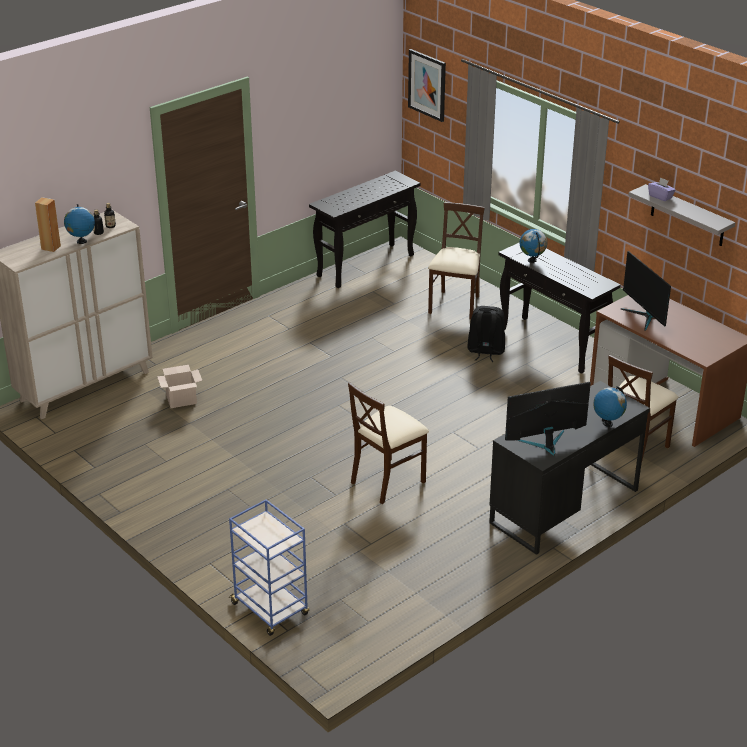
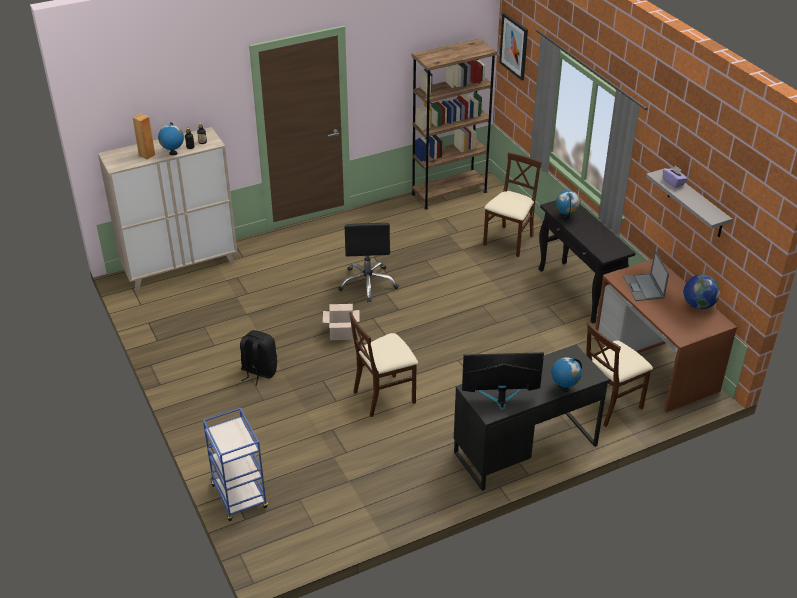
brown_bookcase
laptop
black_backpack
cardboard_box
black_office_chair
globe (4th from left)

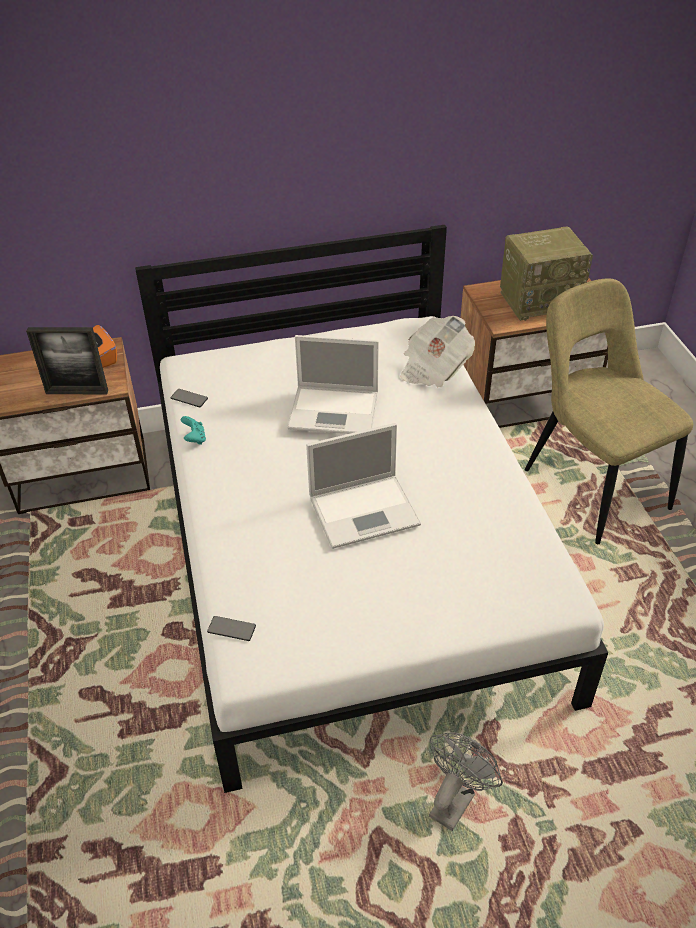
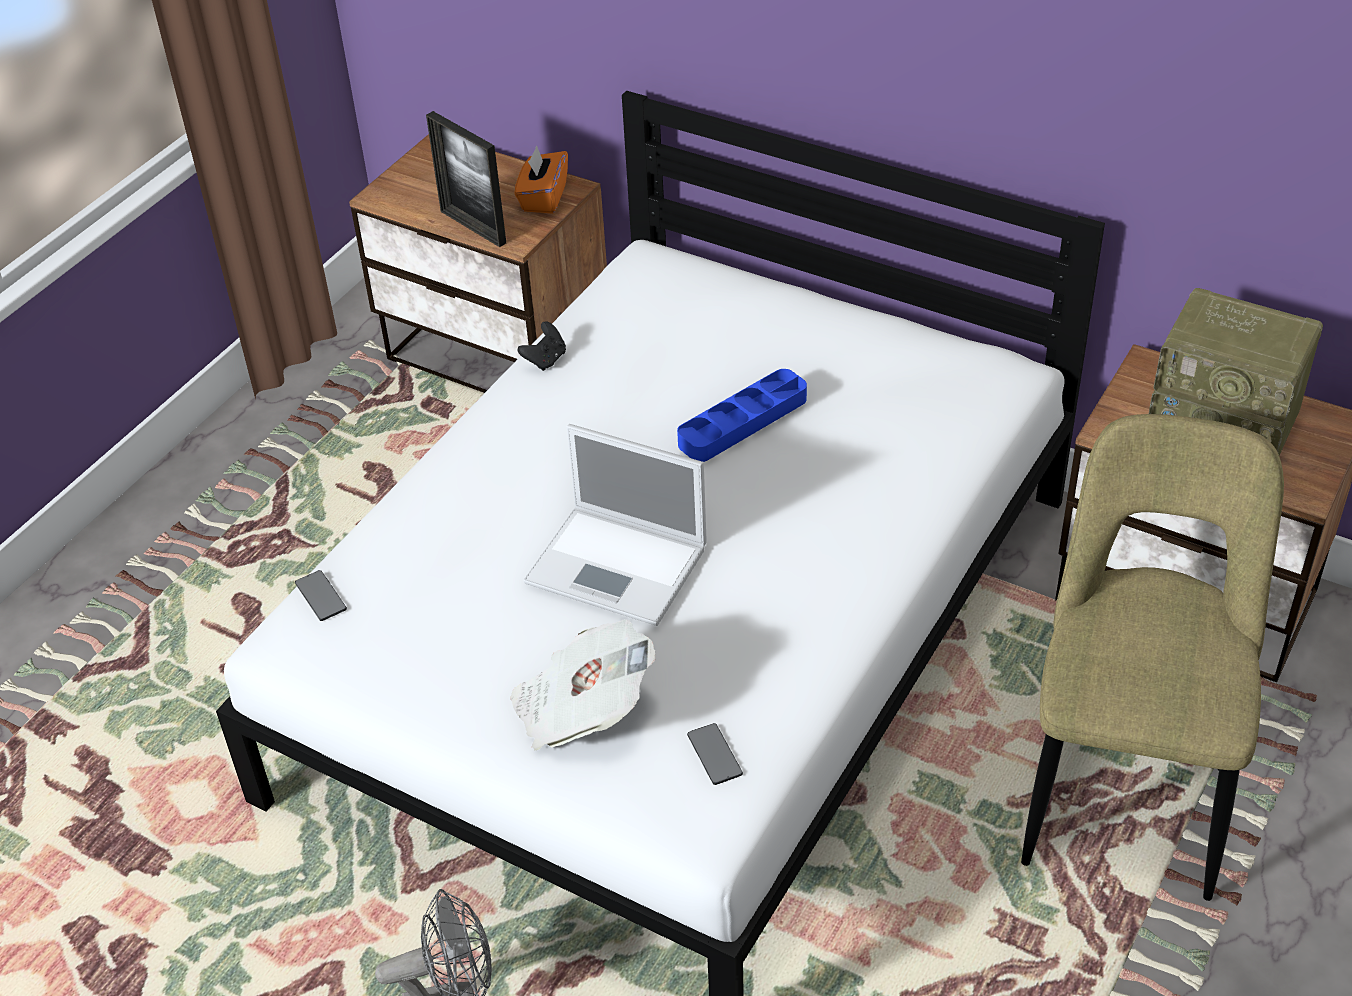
newspaper
blue_tray
phone (2nd from left)
black_game_controller

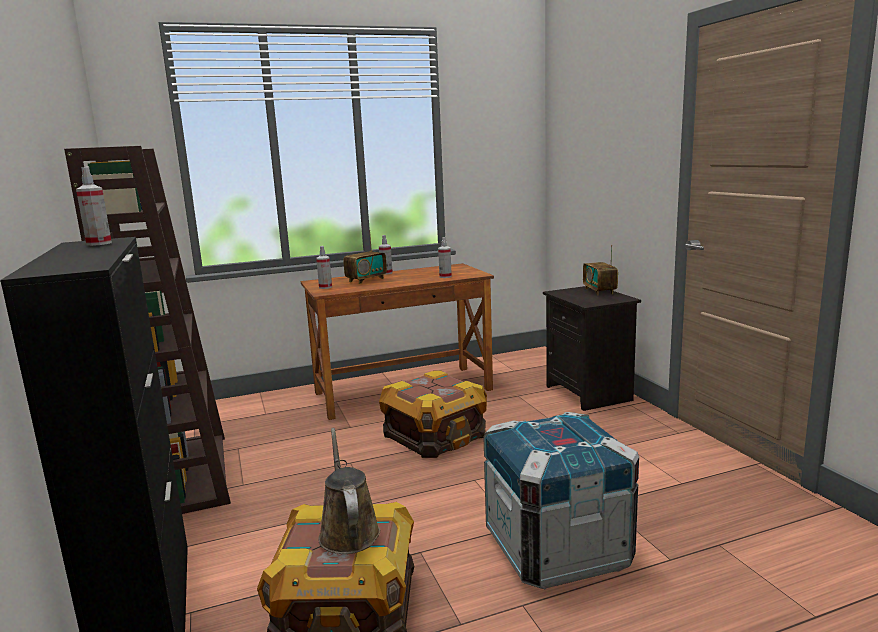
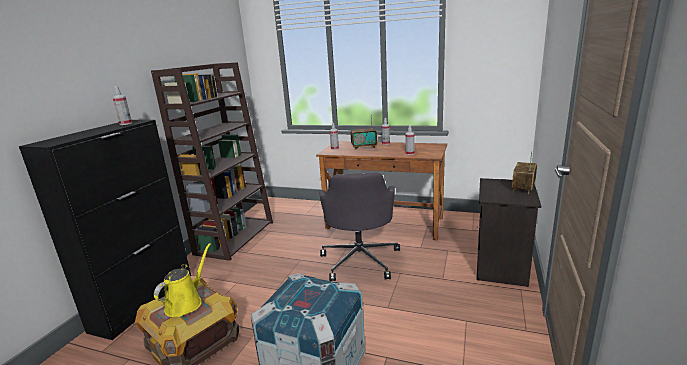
grey_office_chair
yellow_watering_can

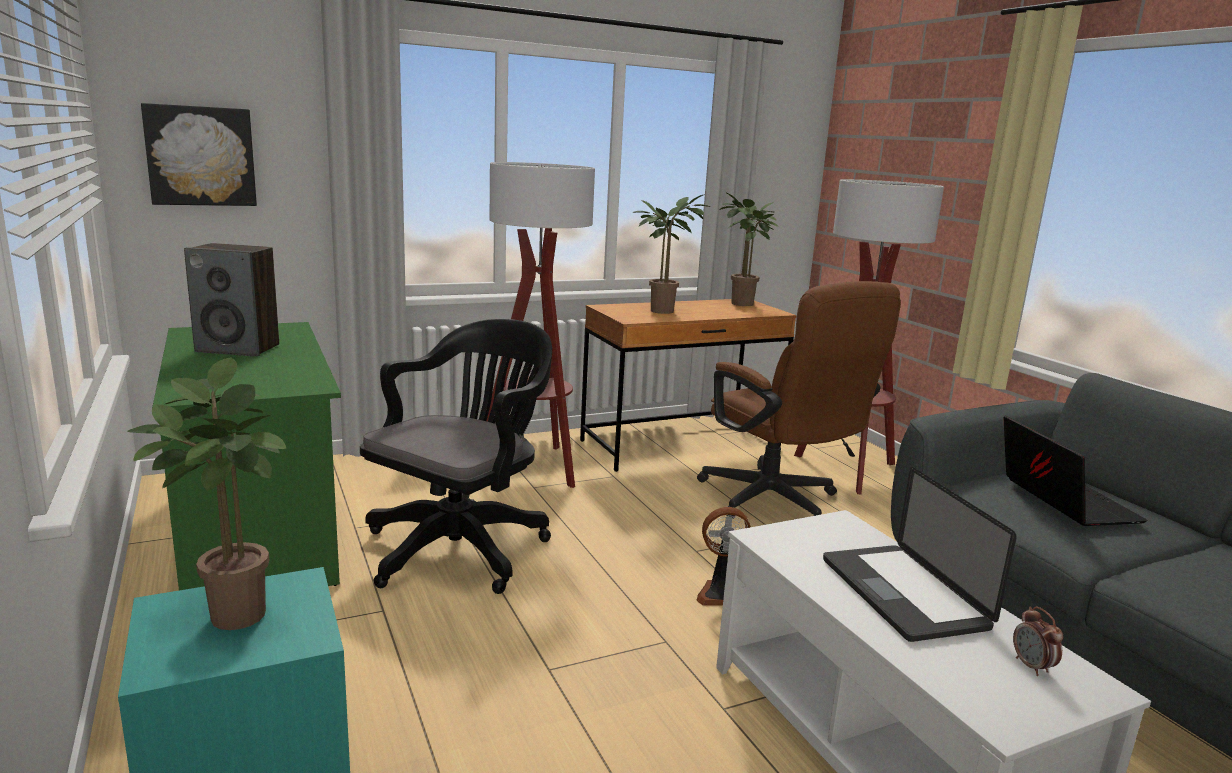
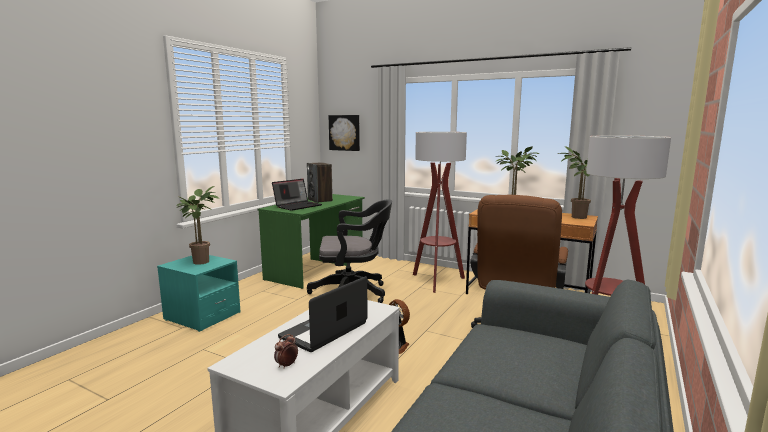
laptop (1st from left)

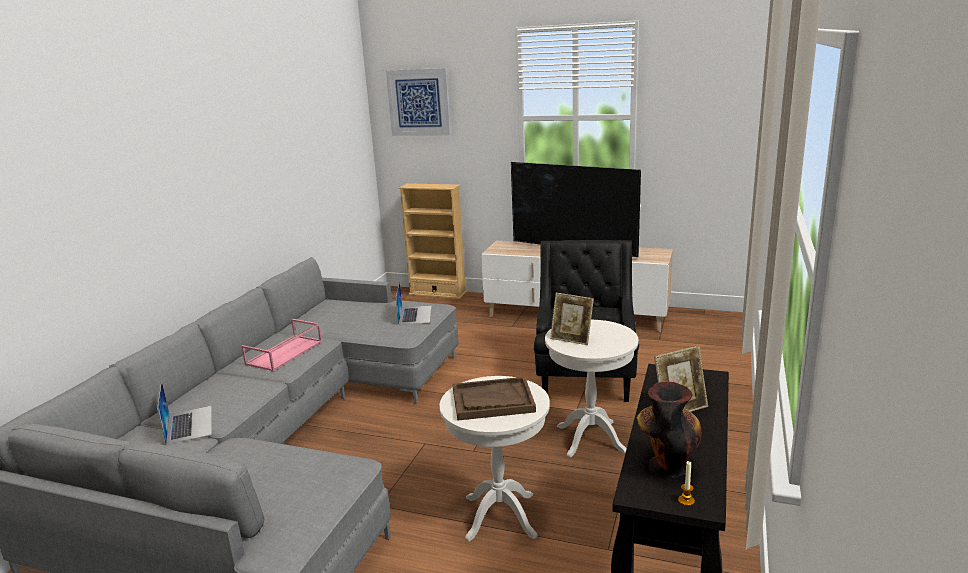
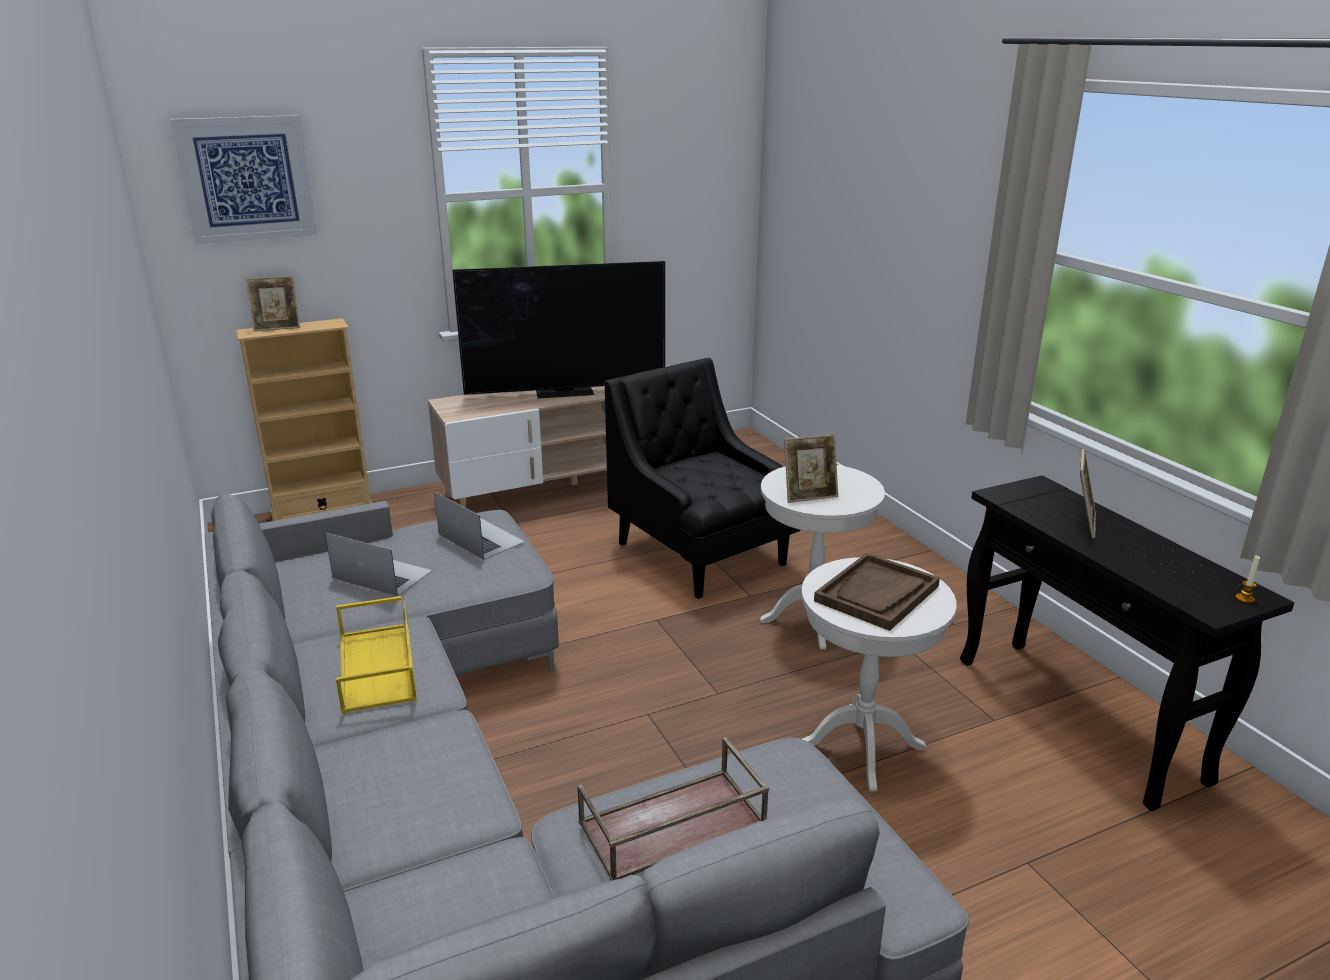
yellow_tray
laptop (1st from left)
vase
picture_frame (1st from left)
brown_tray (1st from left)

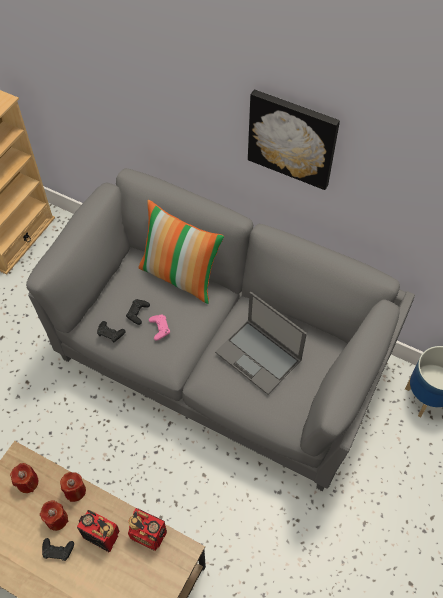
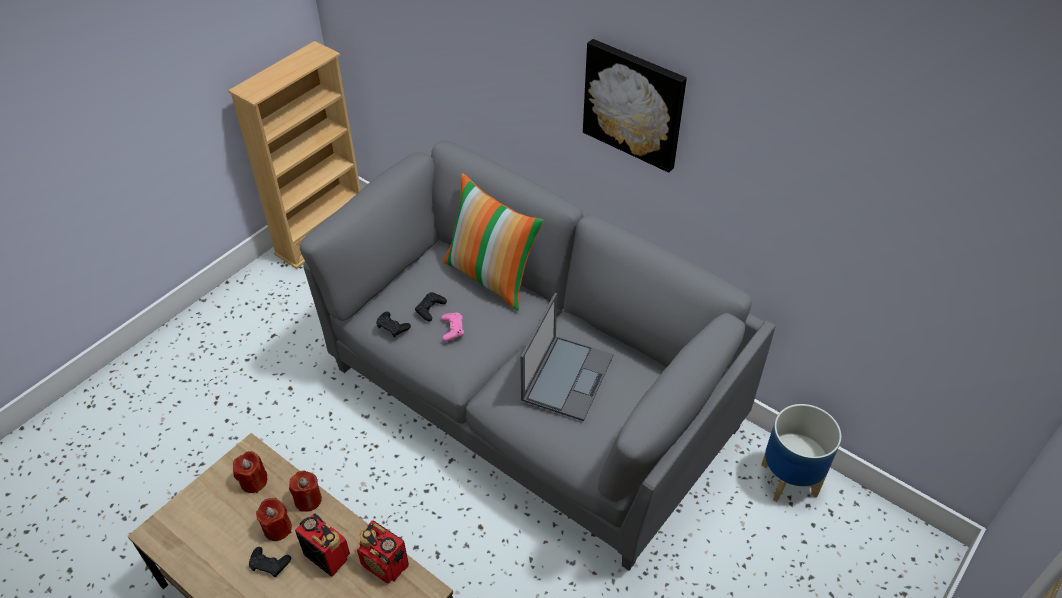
laptop

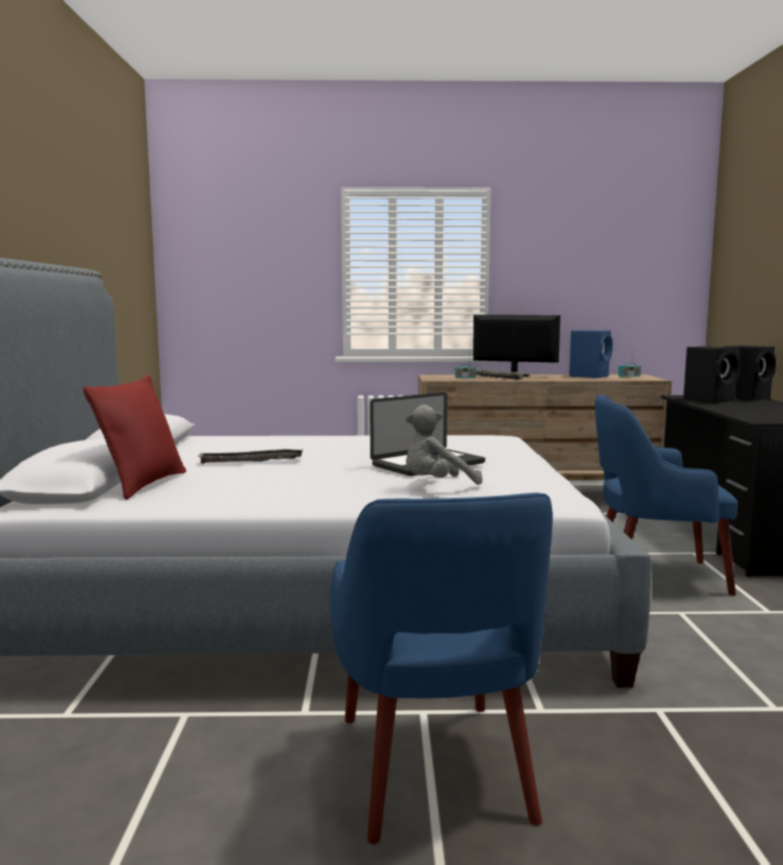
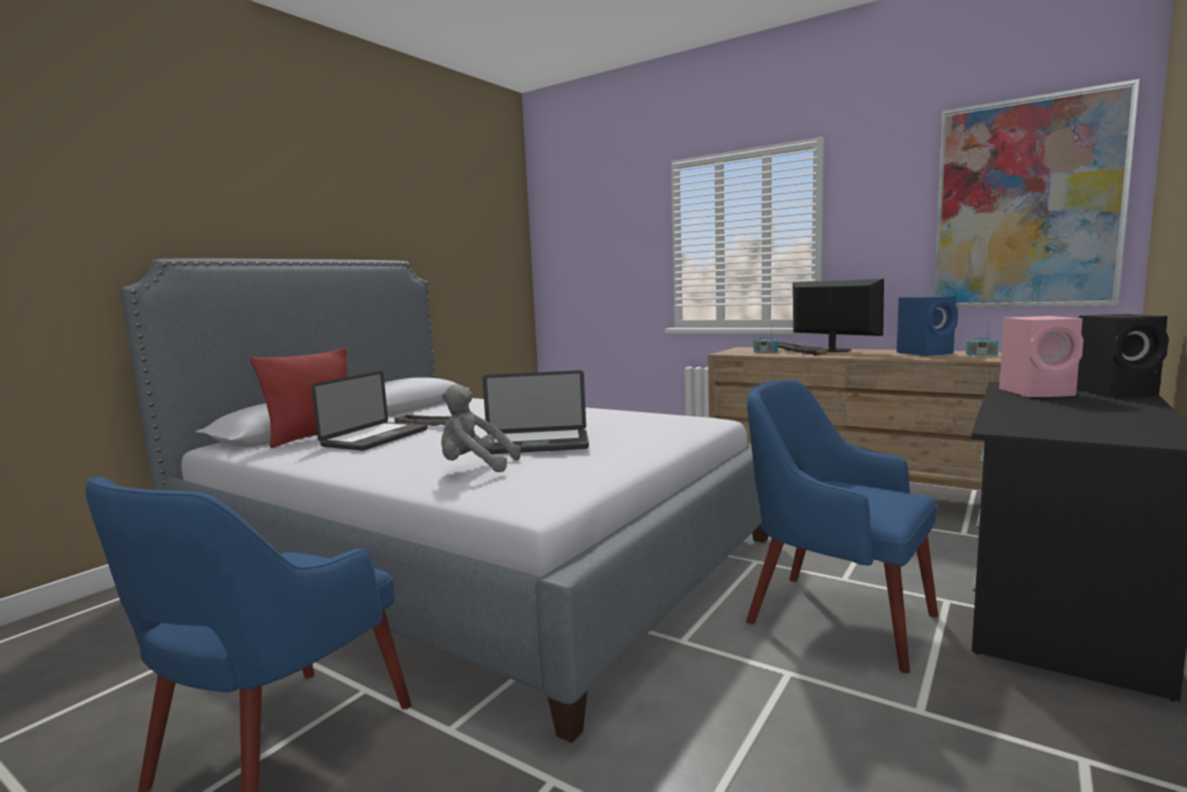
pink_speaker
picture
laptop (1st from left)

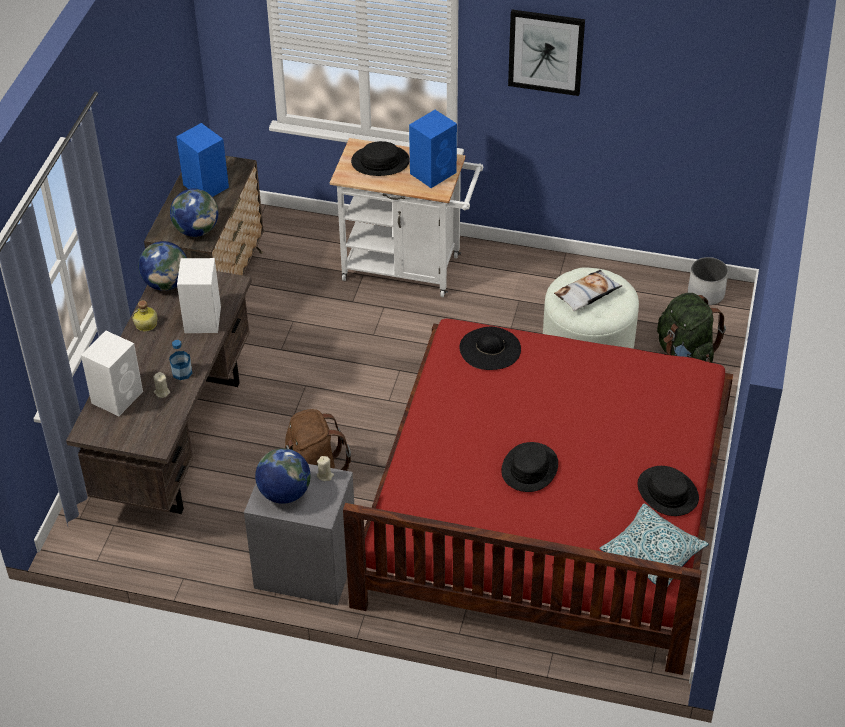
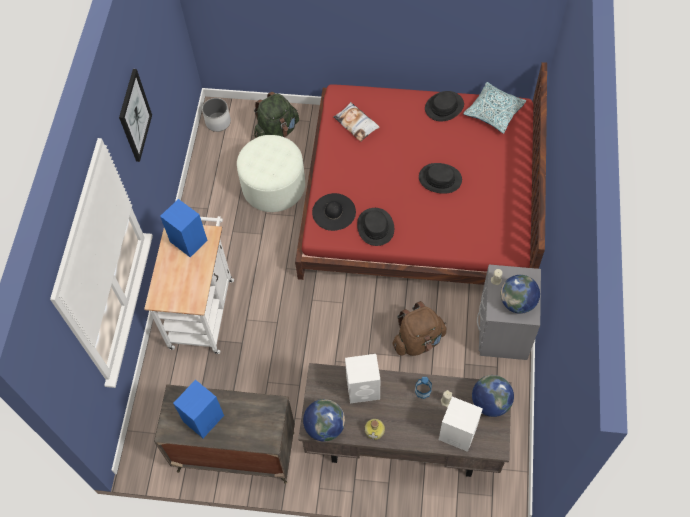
black_hat (2nd from left)
globe (2nd from left)
pillow (1st from left)

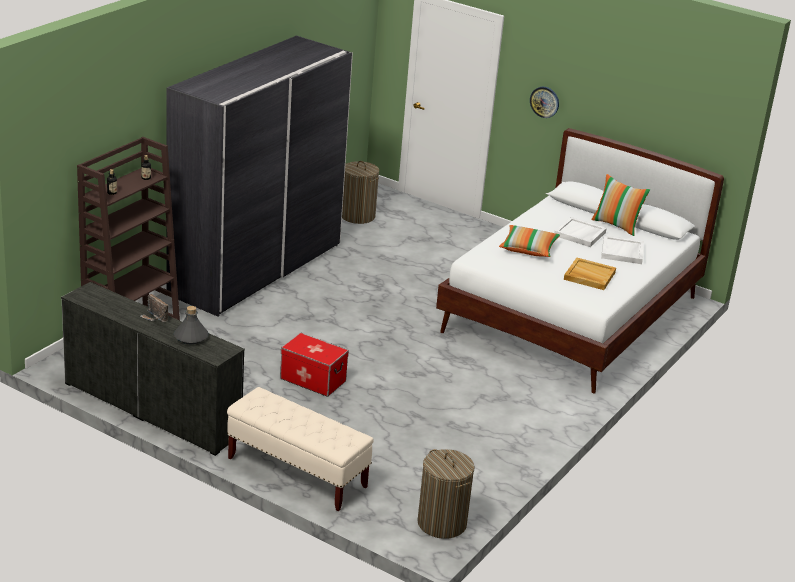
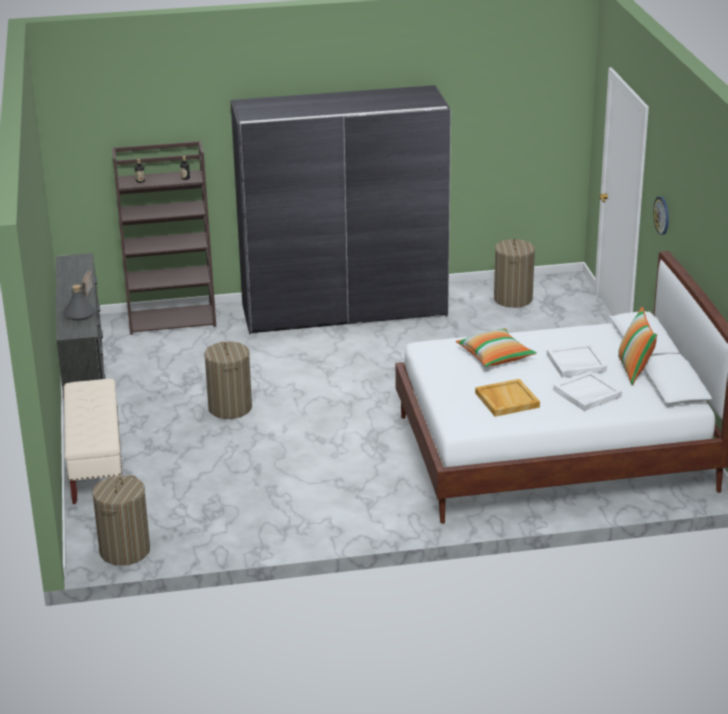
laundry_basket (2nd from left)

